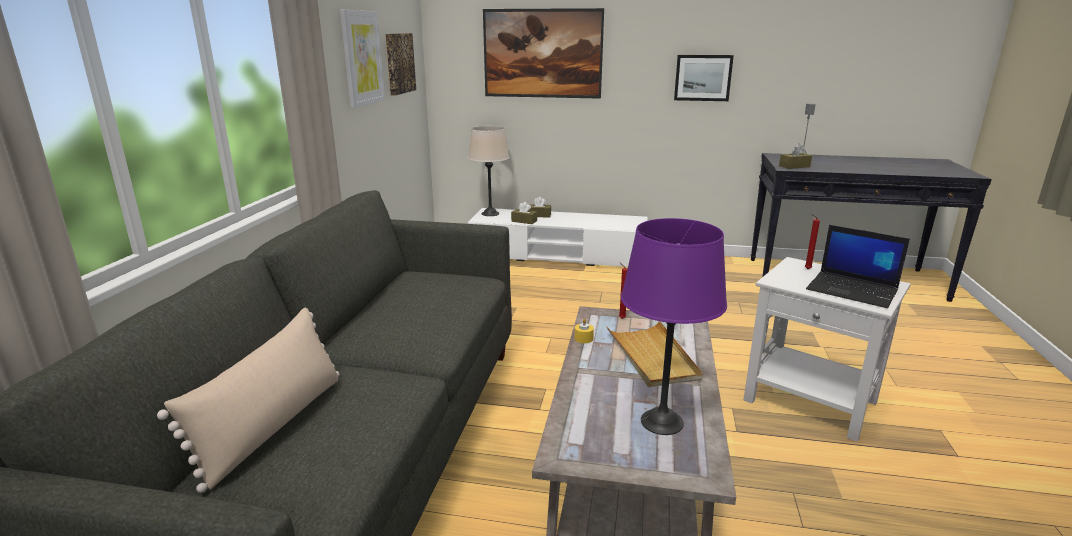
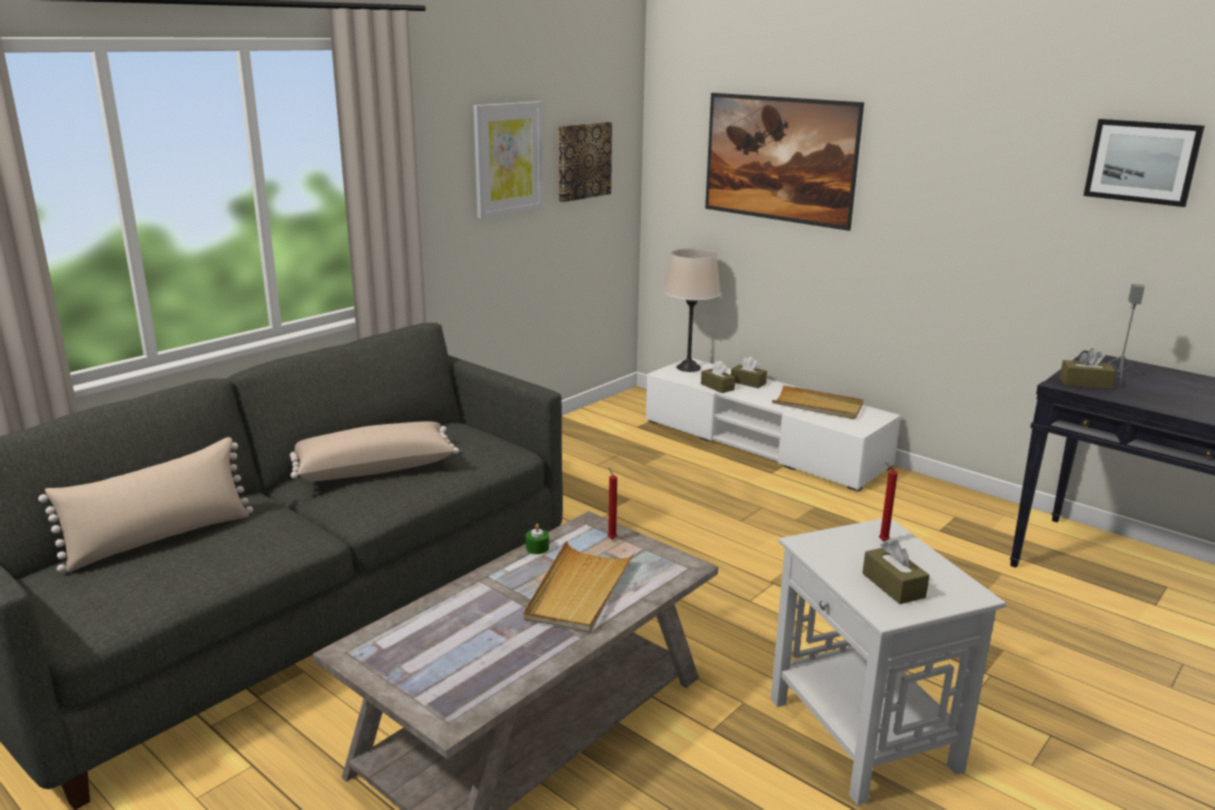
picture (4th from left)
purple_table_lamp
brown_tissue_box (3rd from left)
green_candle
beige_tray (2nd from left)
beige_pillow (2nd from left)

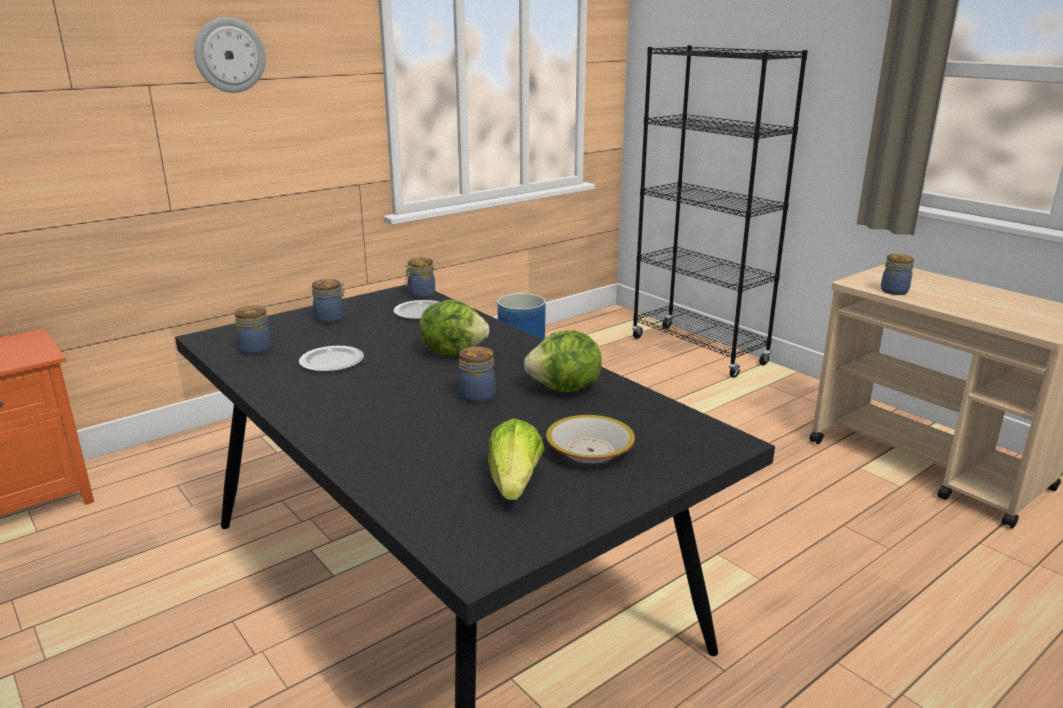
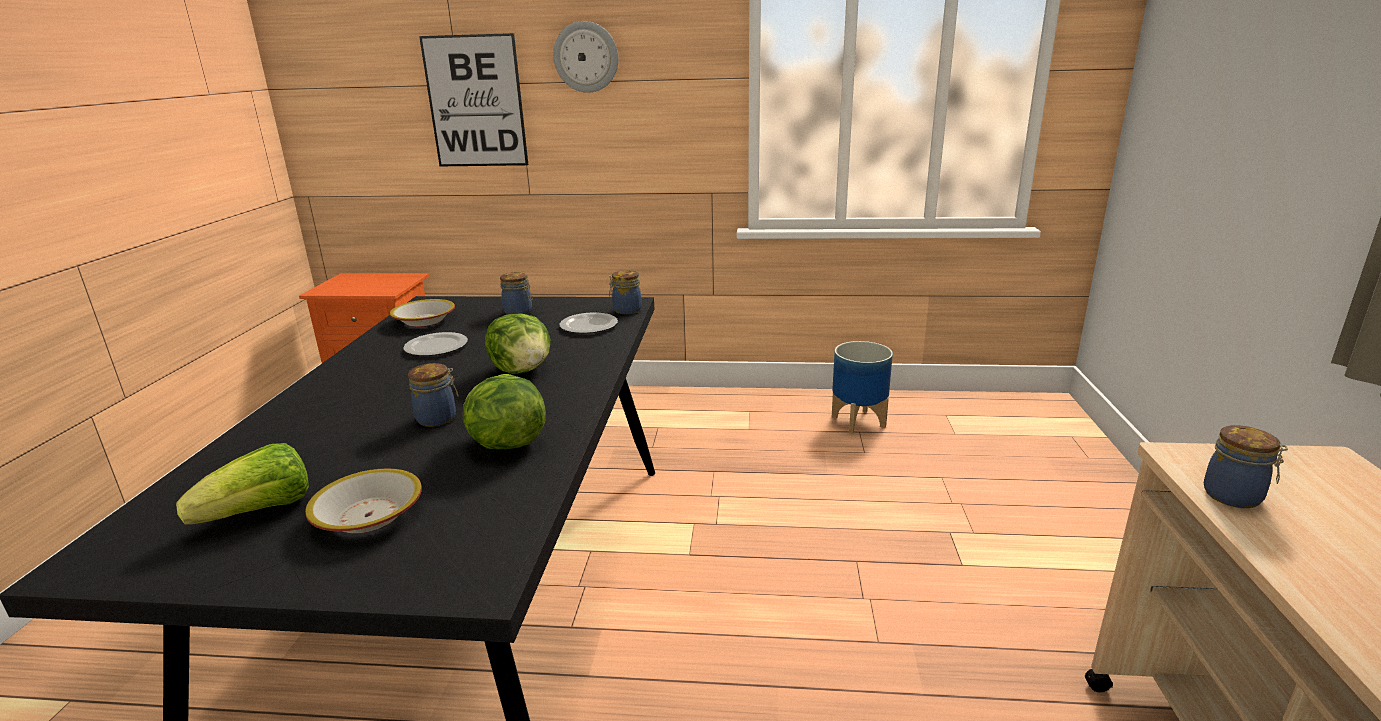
black_bookcase
bowl (2nd from left)
picture

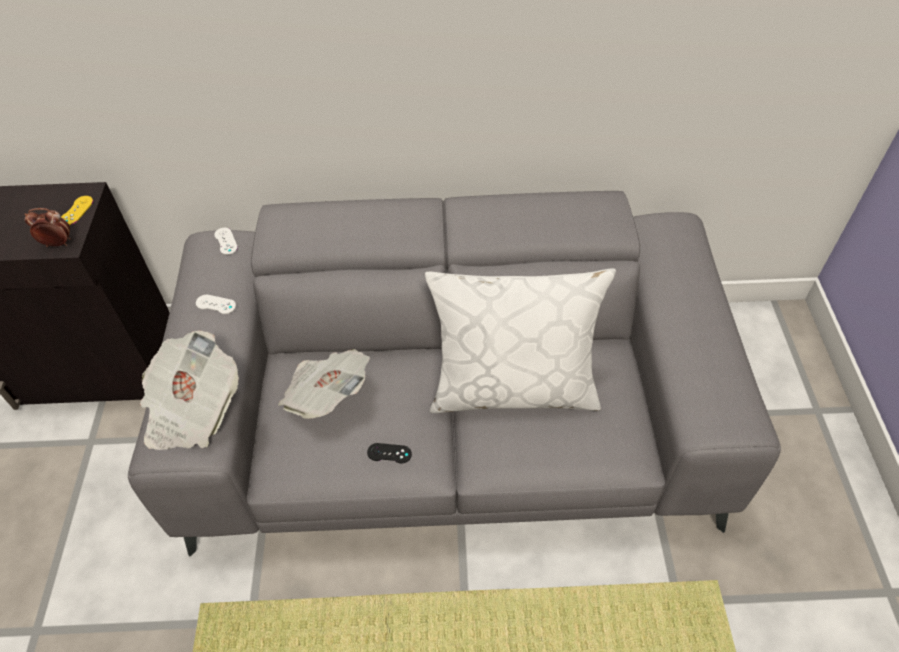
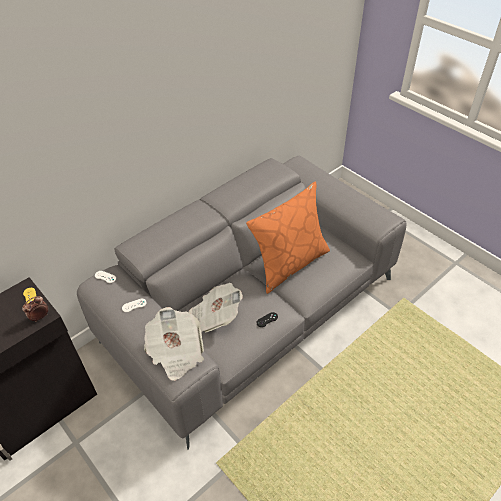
orange_pillow

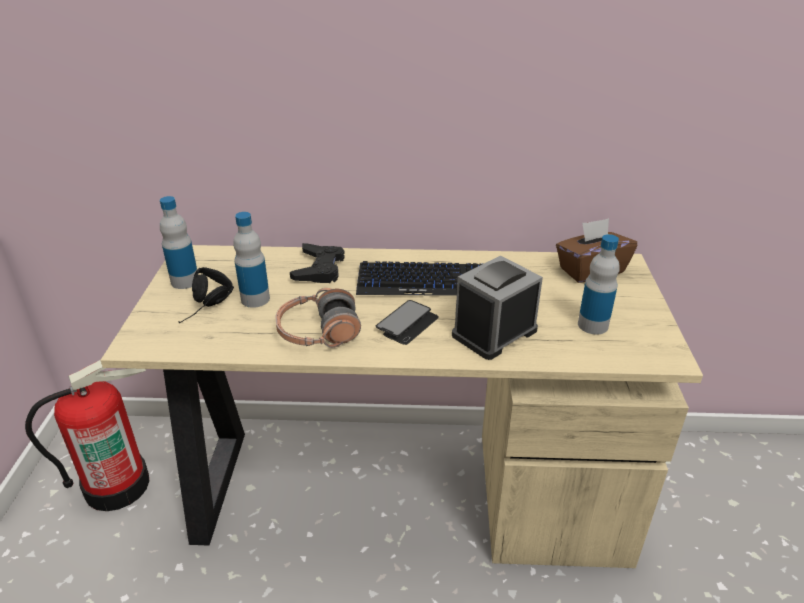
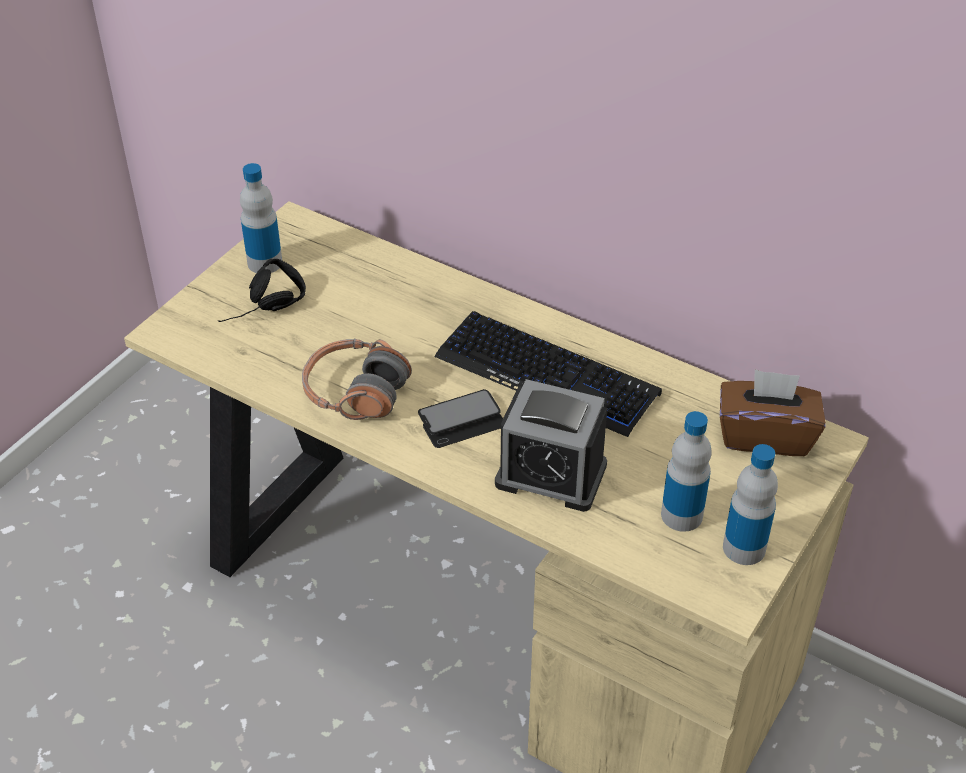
bottle (3rd from left)
black_game_controller
alarm_clock
fire_extinguisher

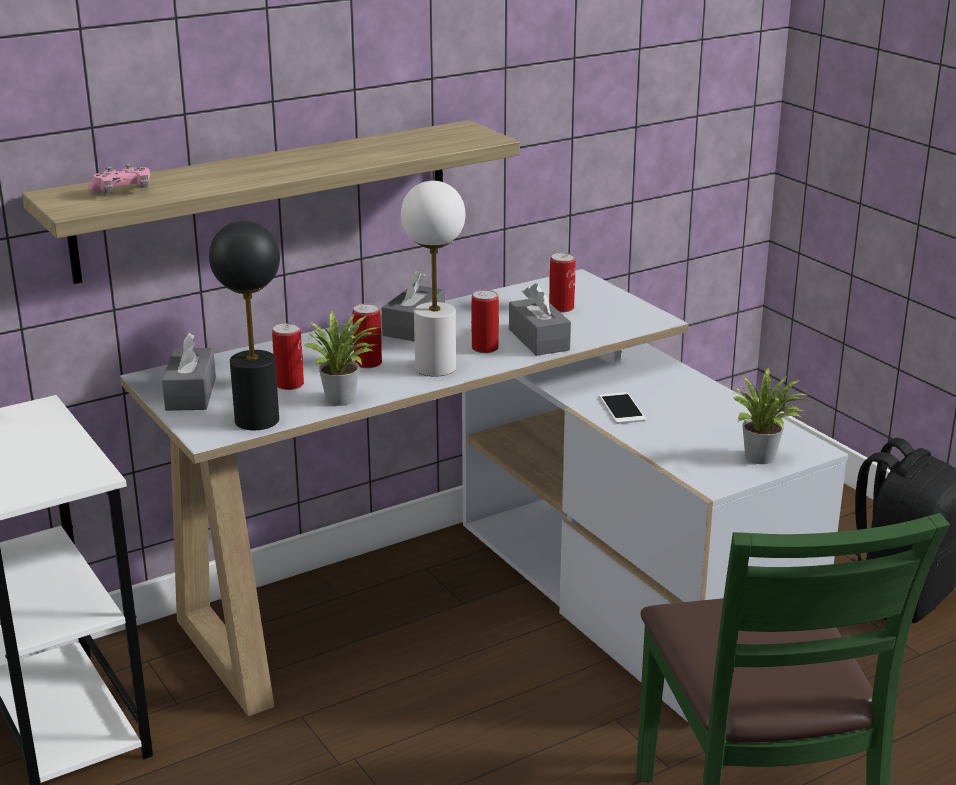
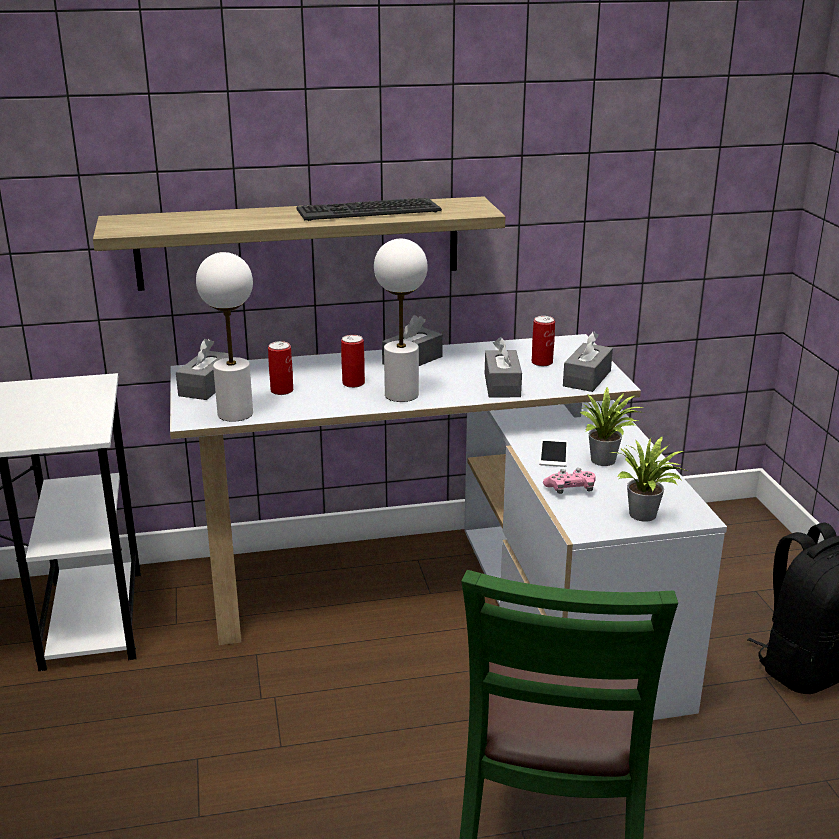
pink_game_controller
white_table_lamp (1st from left)
can (3rd from left in the first image)
potted_plant (1st from left)
keyboard
grey_tissue_box (4th from left)

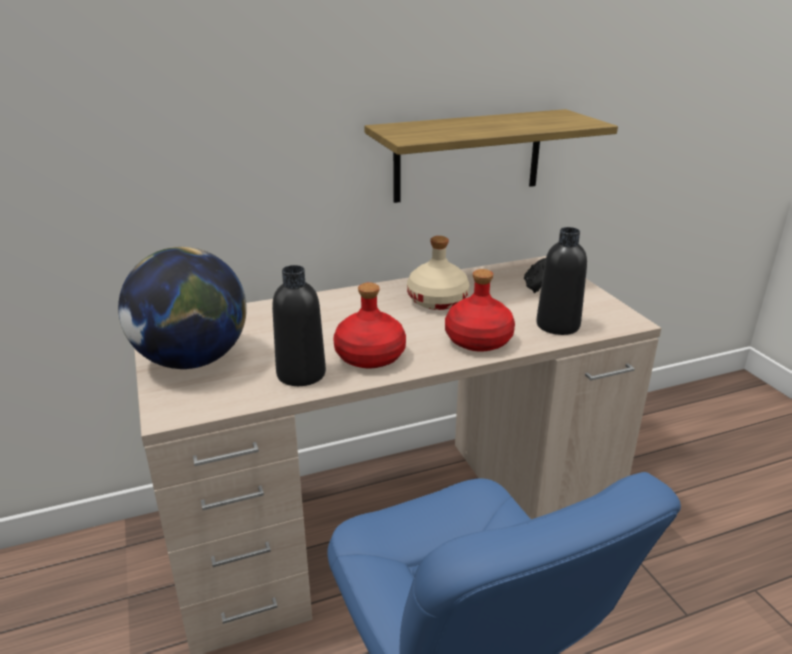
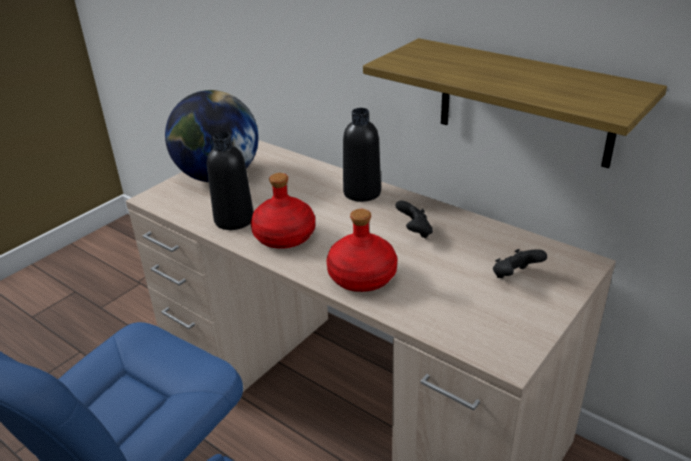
black_bottle (2nd from left)
black_game_controller (1st from left)

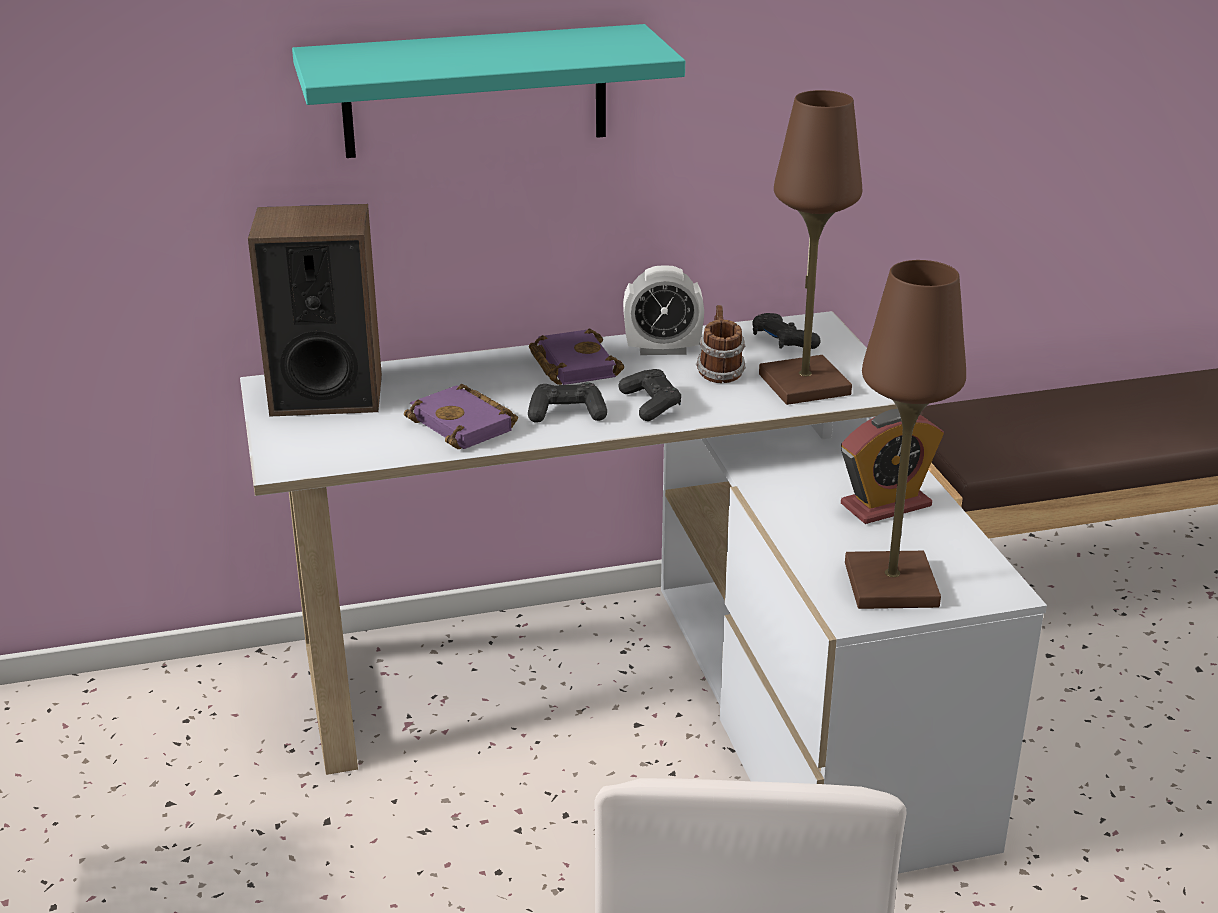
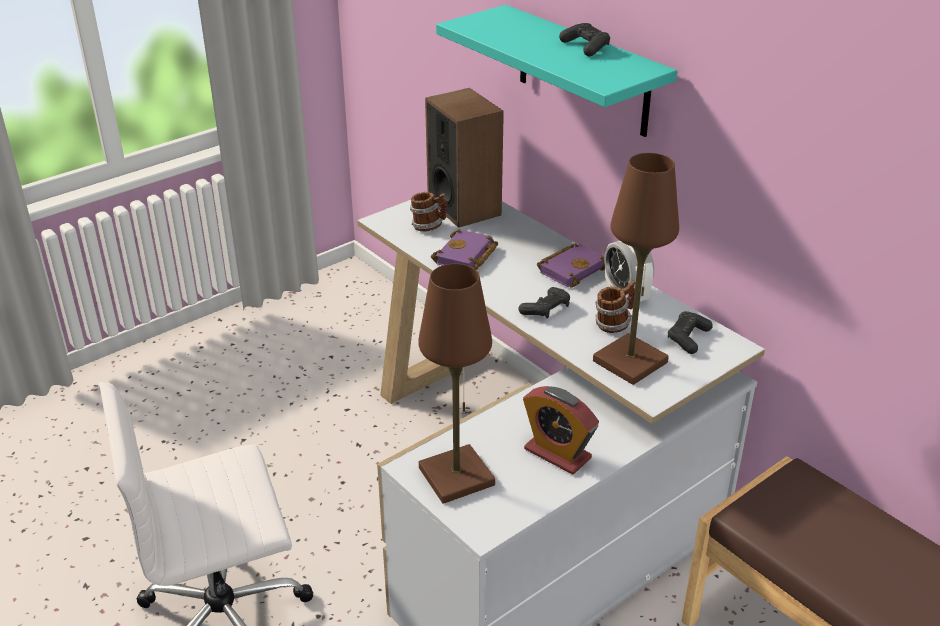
black_game_controller (2nd from left)
mug (1st from left)

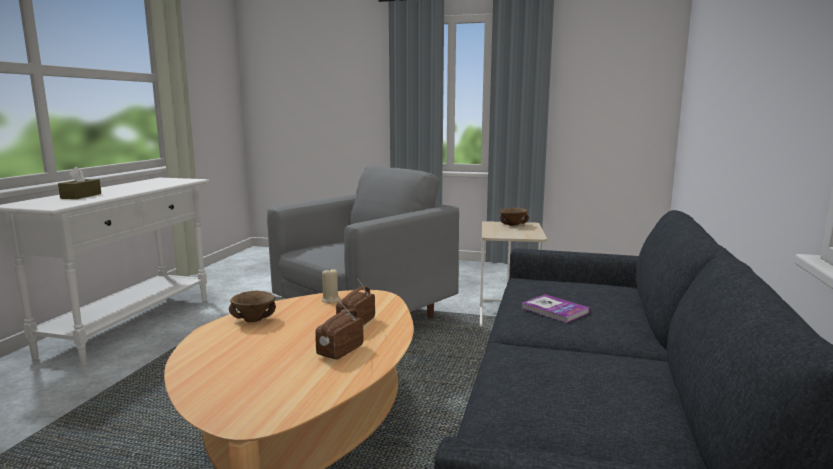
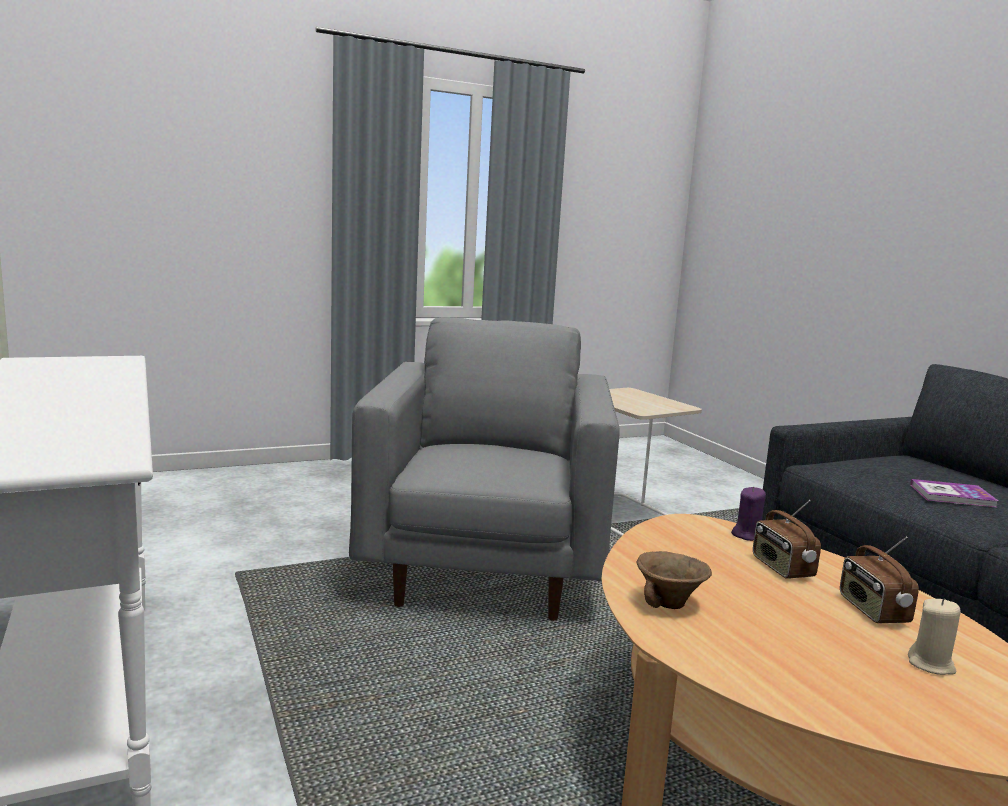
brown_tissue_box
brown_bowl (2nd from left in the first image)
beige_candle
purple_candle

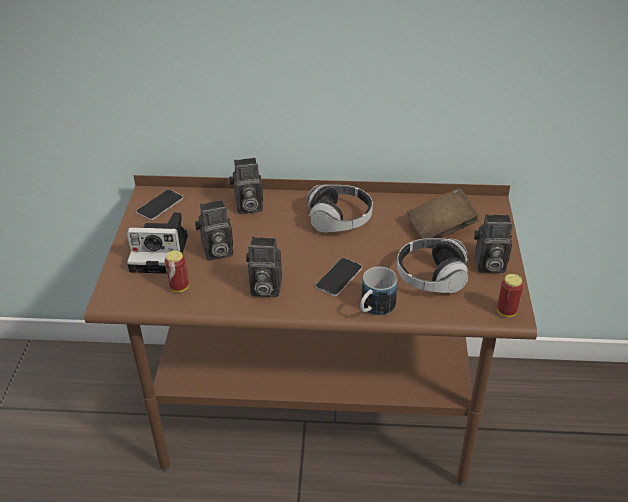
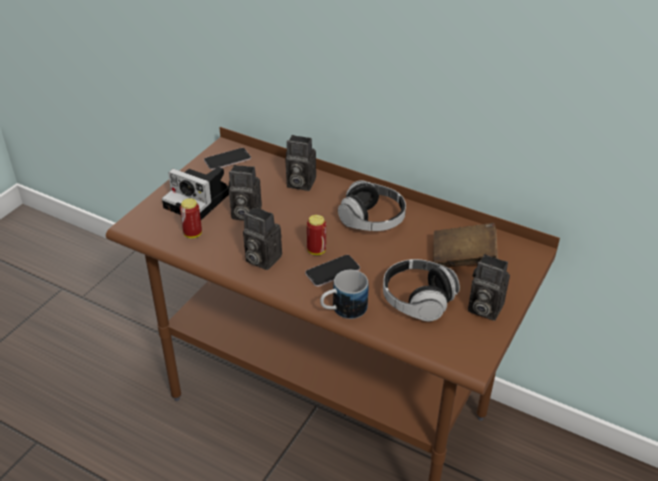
can (2nd from left)

